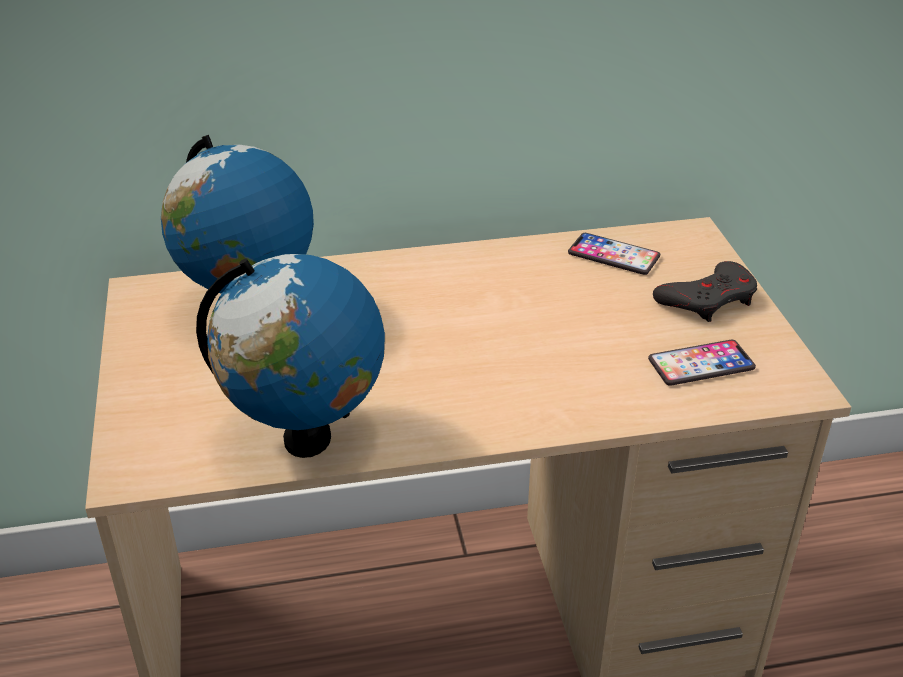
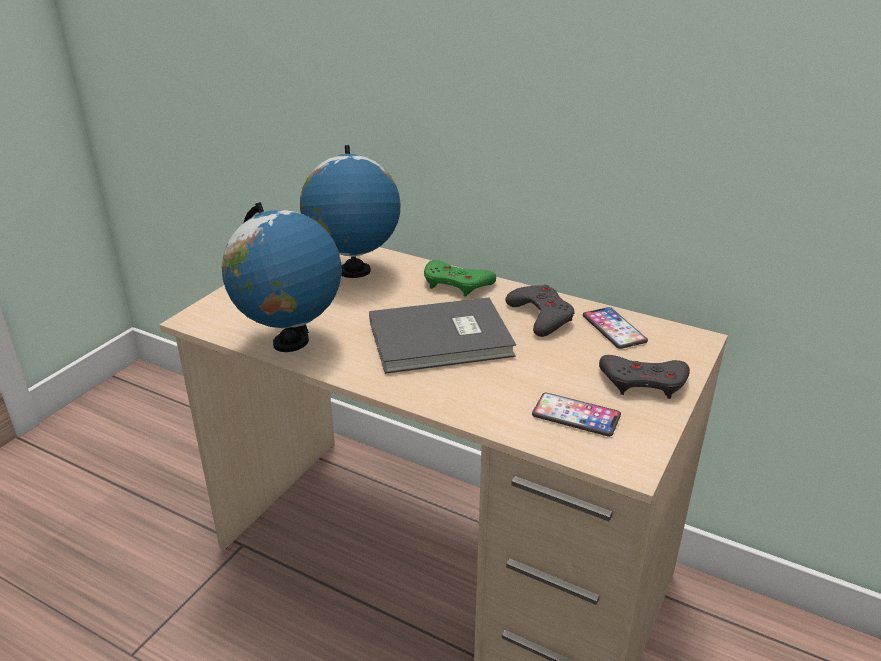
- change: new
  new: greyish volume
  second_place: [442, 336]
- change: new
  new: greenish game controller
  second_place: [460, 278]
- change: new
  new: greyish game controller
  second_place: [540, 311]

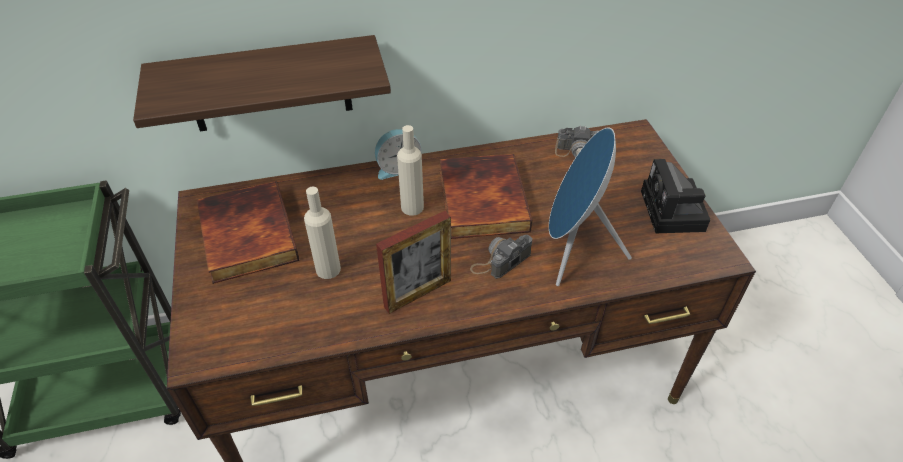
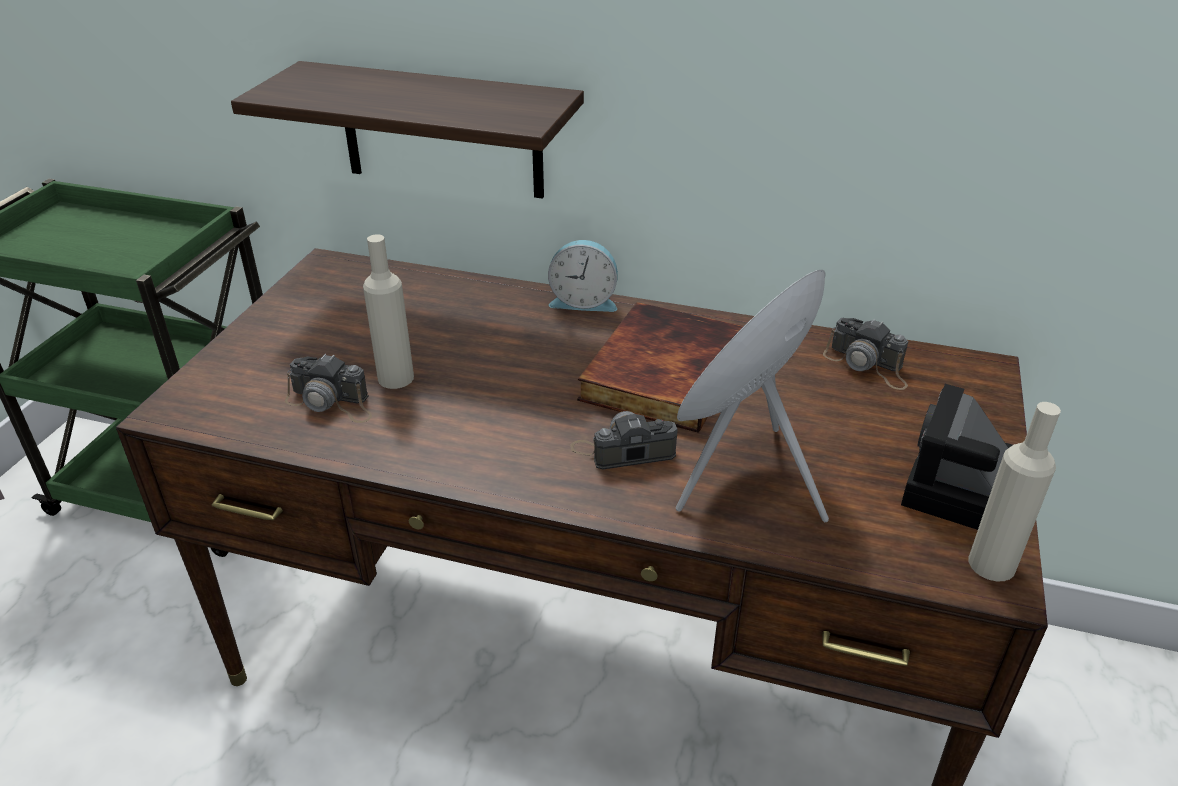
- change: gone
  old: volume
  first_place: [248, 232]
- change: gone
  old: picture frame
  first_place: [413, 262]
- change: new
  new: still camera
  second_place: [328, 388]
- change: shifted
  old: beige-coloured drink bottle
  first_place: [410, 170]
  second_place: [1014, 491]

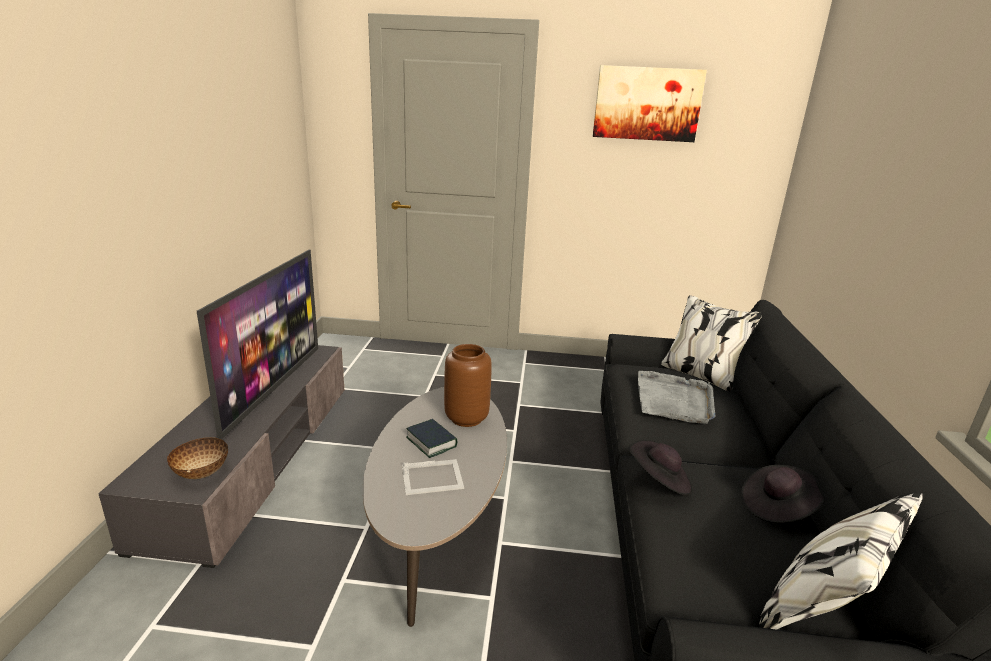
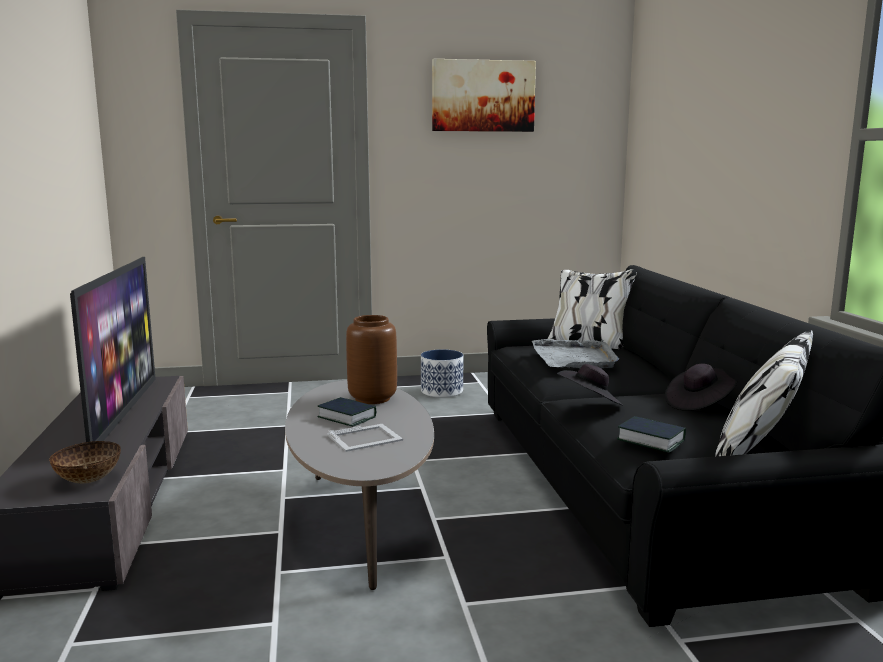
- change: new
  new: plant pot
  second_place: [442, 373]
- change: new
  new: volume
  second_place: [651, 434]

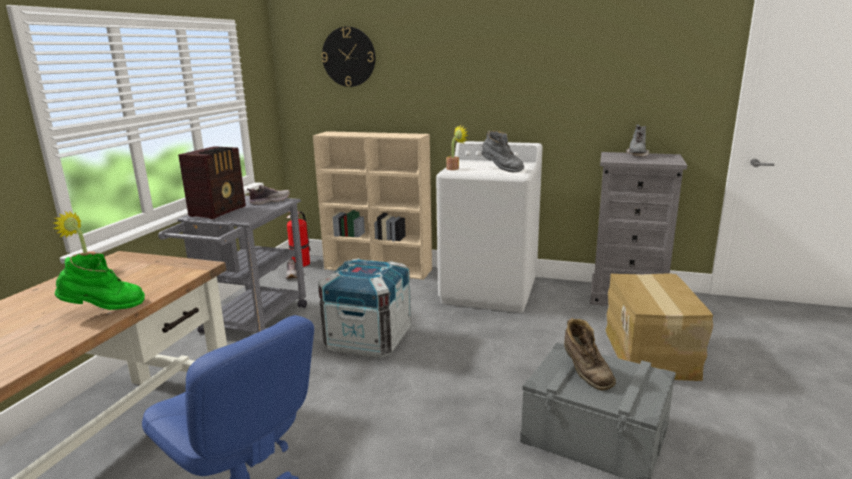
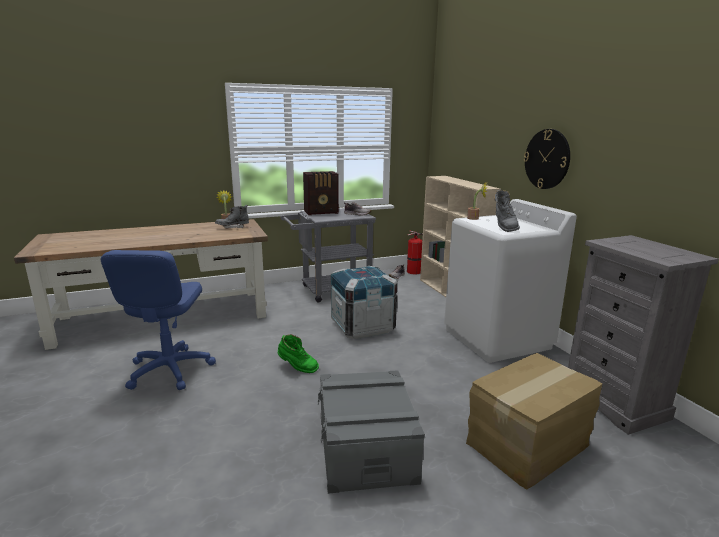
- change: gone
  old: brownish tall boot
  first_place: [590, 354]
- change: shifted
  old: greenish tall boot
  first_place: [100, 281]
  second_place: [298, 353]
- change: shifted
  old: hanging clock
  first_place: [348, 57]
  second_place: [547, 159]
- change: shifted
  old: greyish tall boot
  first_place: [637, 141]
  second_place: [232, 216]

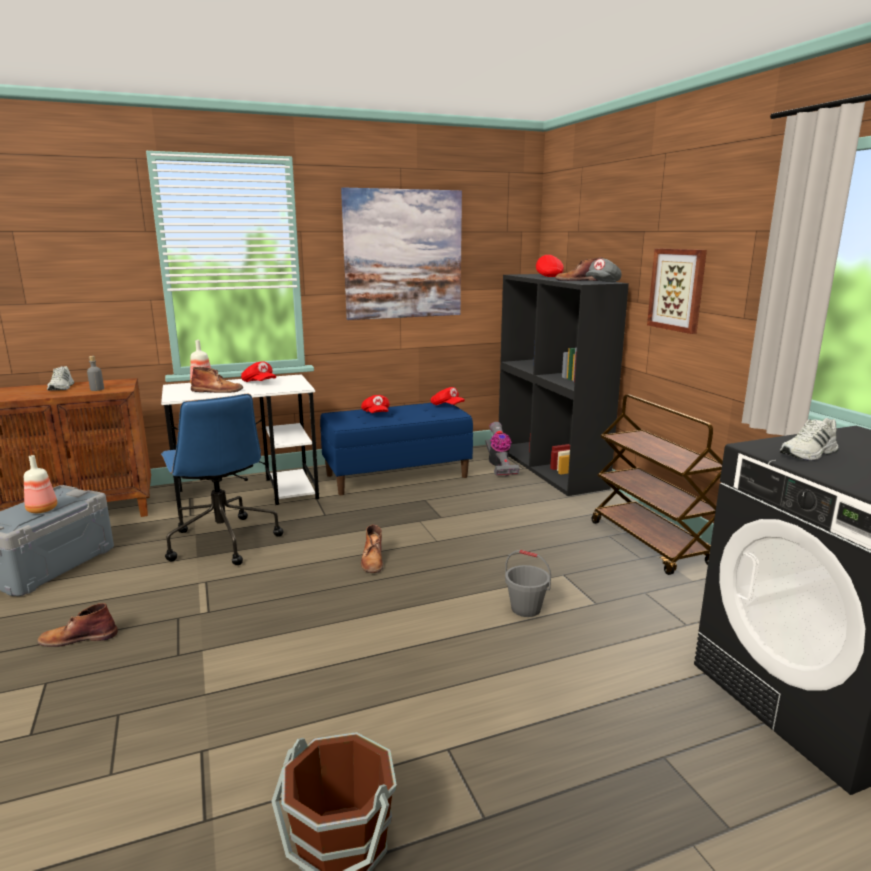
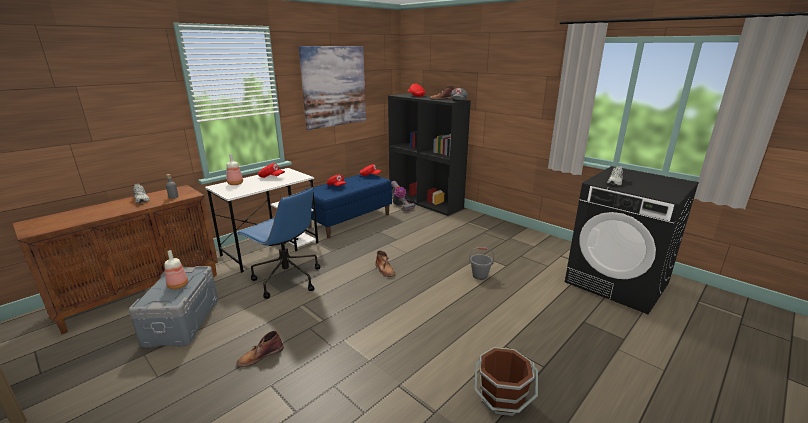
- change: gone
  old: brownish tall boot
  first_place: [217, 380]
- change: gone
  old: brownish wheeled cart
  first_place: [657, 484]
- change: gone
  old: wall picture
  first_place: [677, 291]

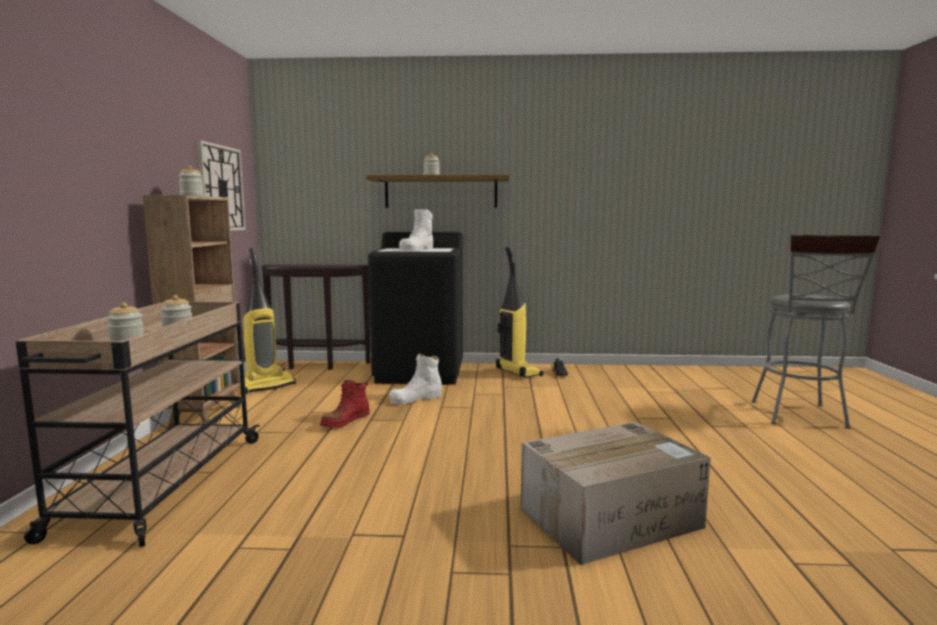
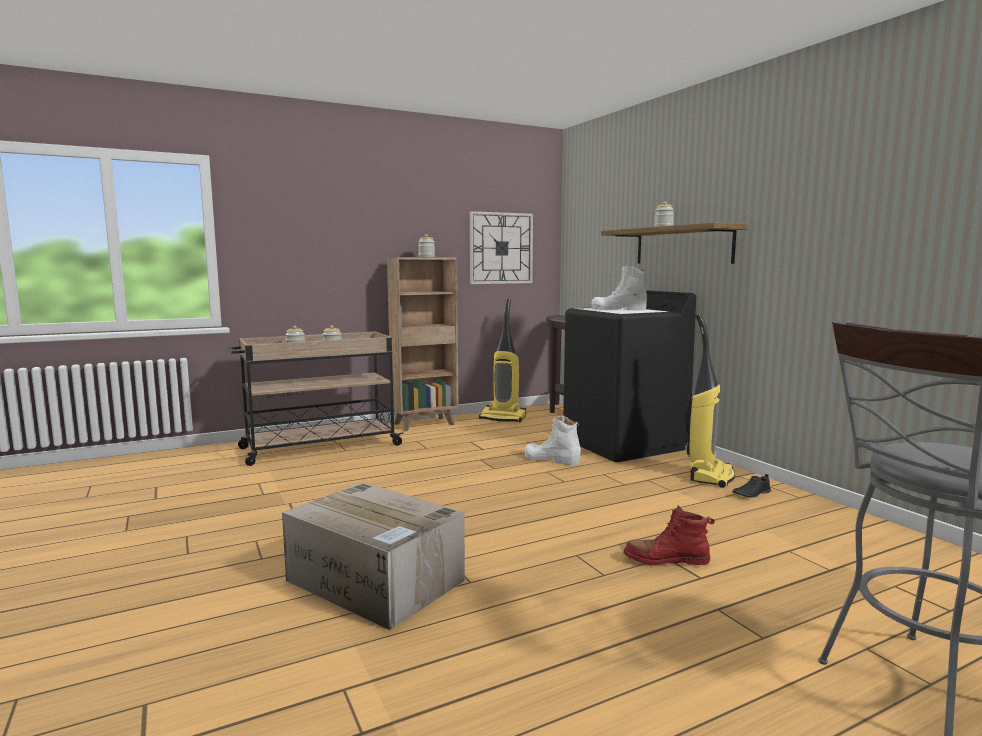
- change: shifted
  old: red-coloured tall boot
  first_place: [345, 404]
  second_place: [669, 535]

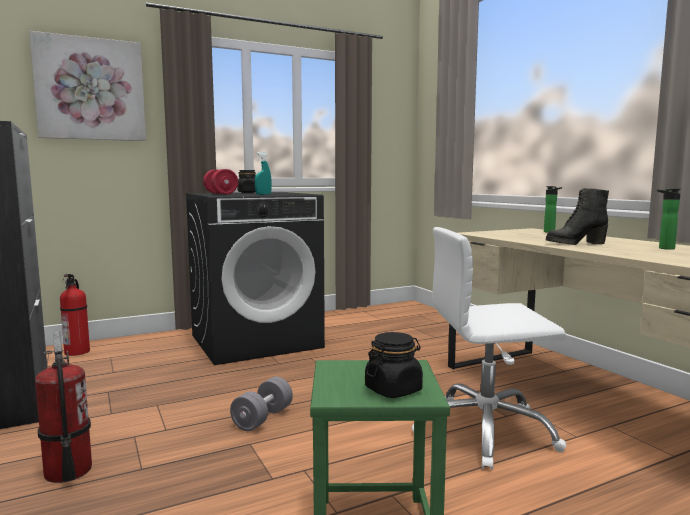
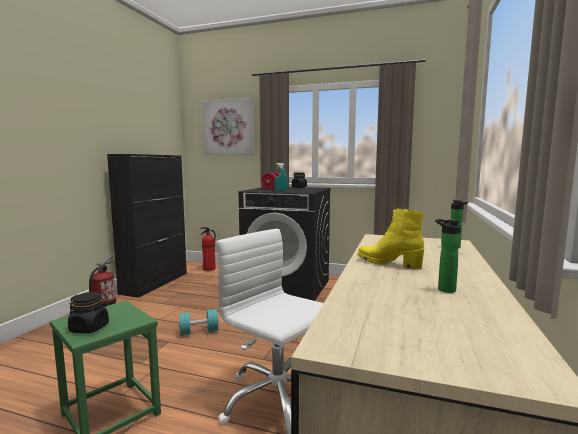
- change: repainted
  old: greyish hand weight
  new: turquoise hand weight
  first_place: [261, 404]
  second_place: [198, 322]
- change: repainted
  old: blackish tall boot
  new: yellow-coloured tall boot
  first_place: [577, 216]
  second_place: [390, 239]

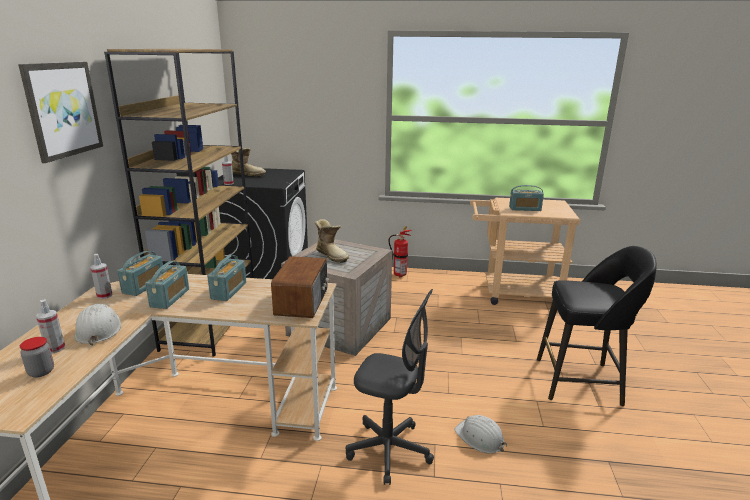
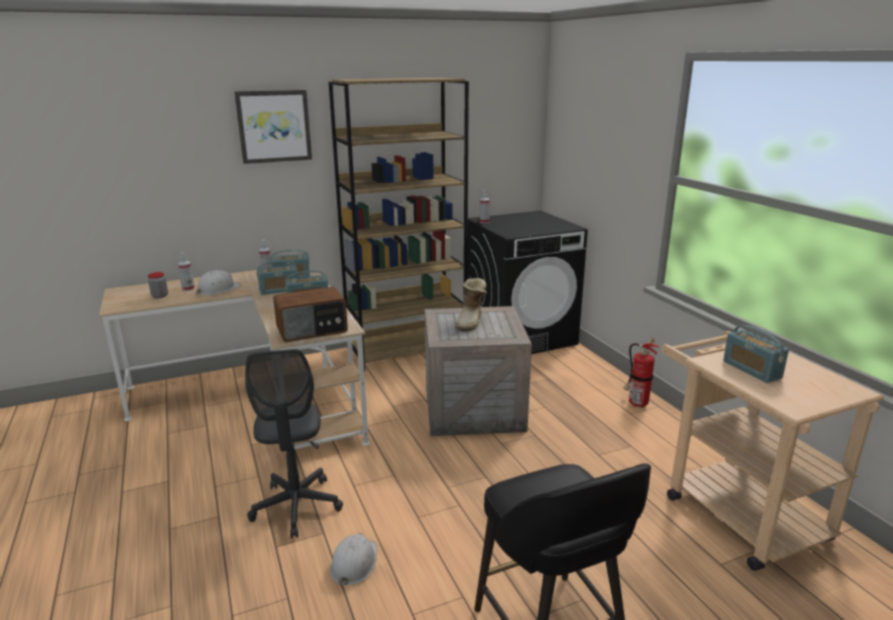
- change: gone
  old: tall boot
  first_place: [248, 162]

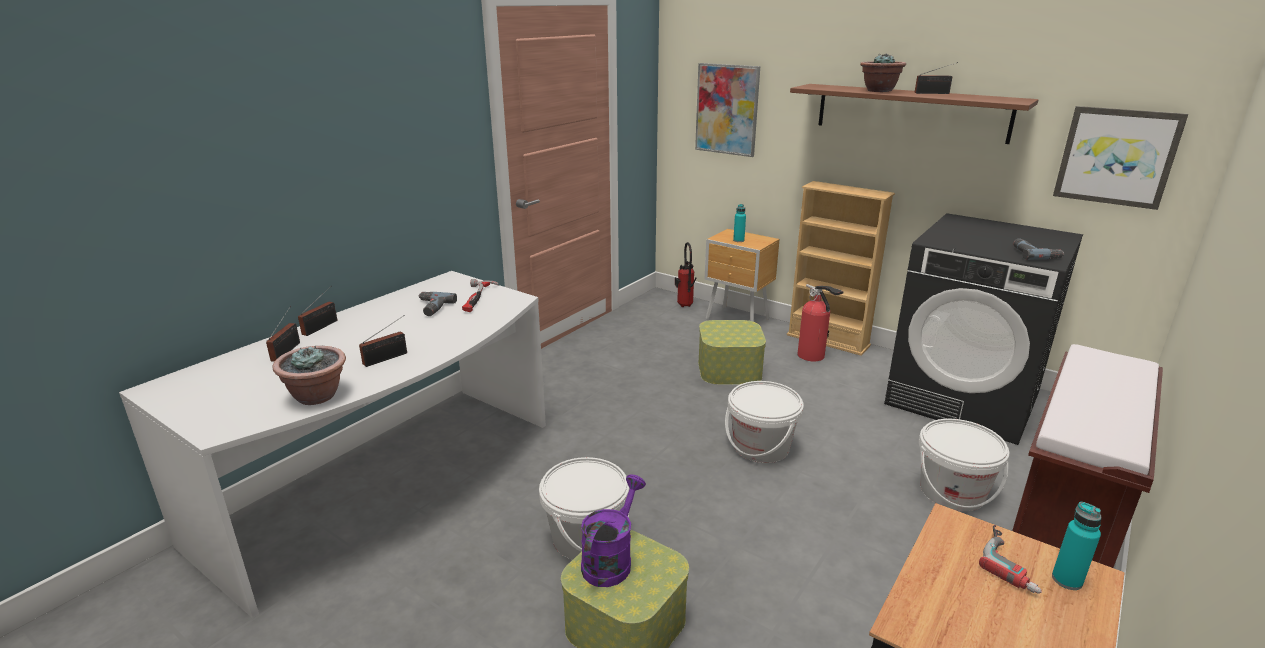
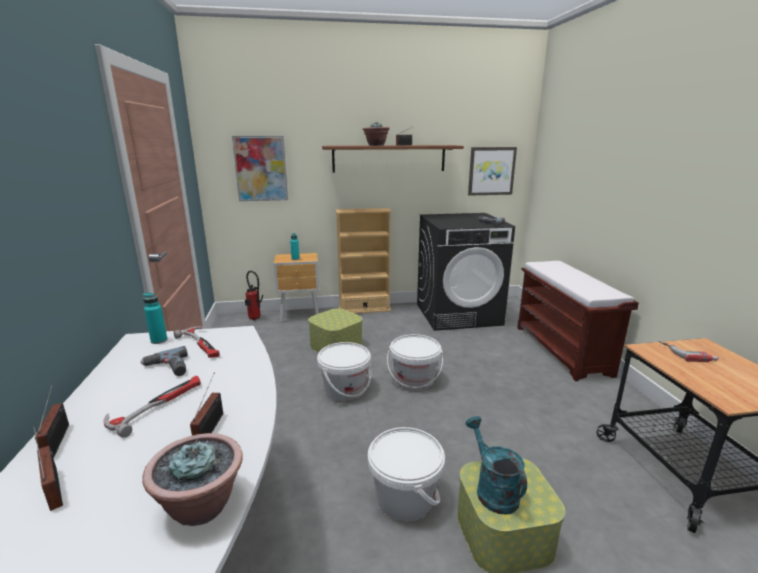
- change: gone
  old: fire extinguisher
  first_place: [820, 322]
- change: new
  new: hand hammer
  second_place: [152, 407]
- change: shifted
  old: whitish water bucket
  first_place: [964, 465]
  second_place: [344, 371]
- change: shifted
  old: turquoise drink bottle
  first_place: [1077, 546]
  second_place: [155, 318]
- change: repainted
  old: purple-coloured sprinkling can
  new: turquoise sprinkling can
  first_place: [613, 531]
  second_place: [496, 465]

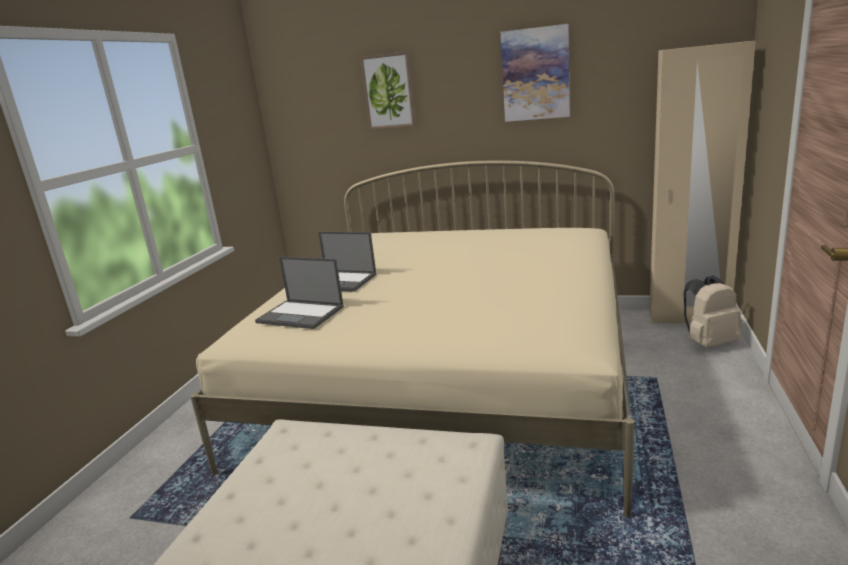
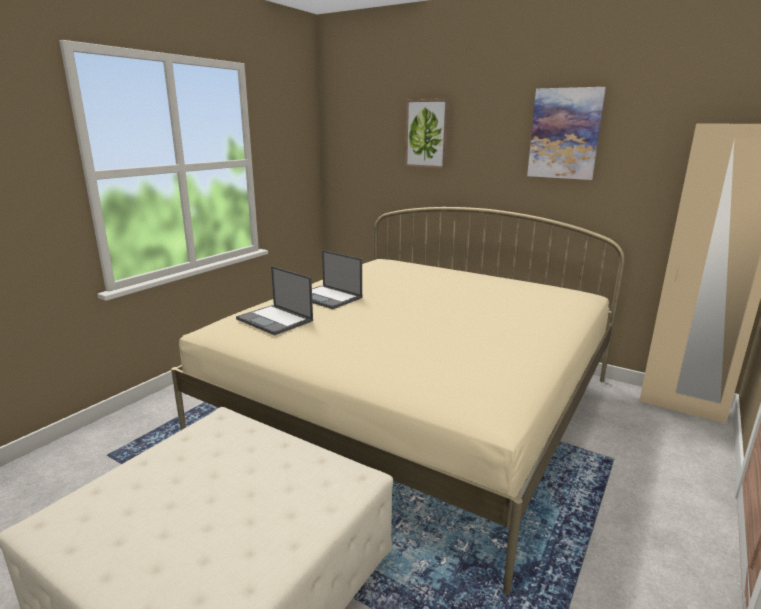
- change: gone
  old: beige-coloured rucksack
  first_place: [712, 312]

